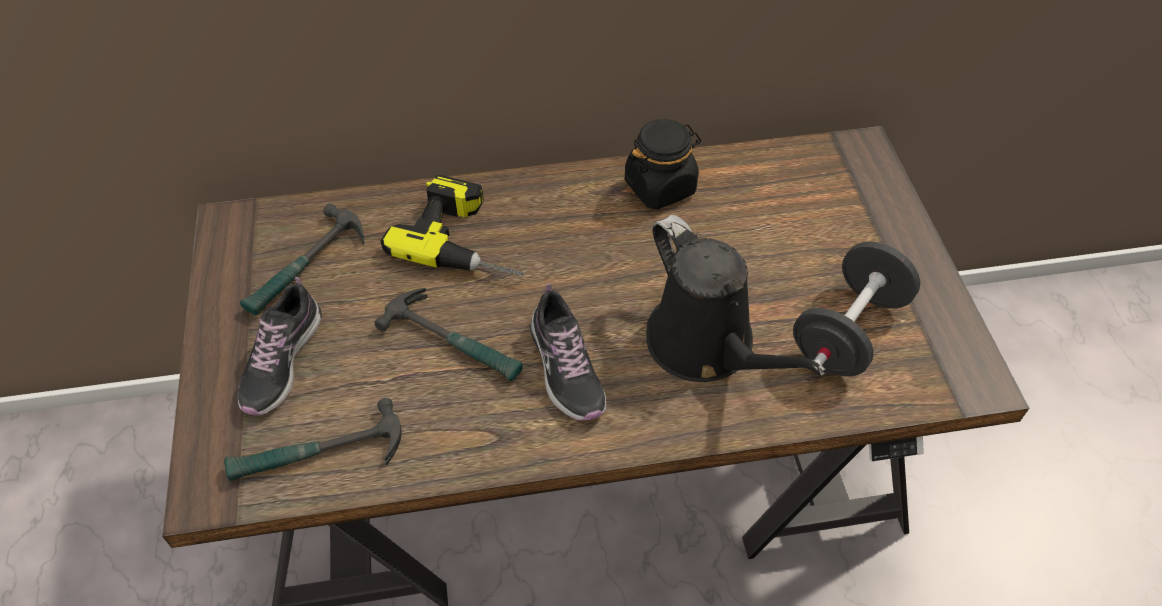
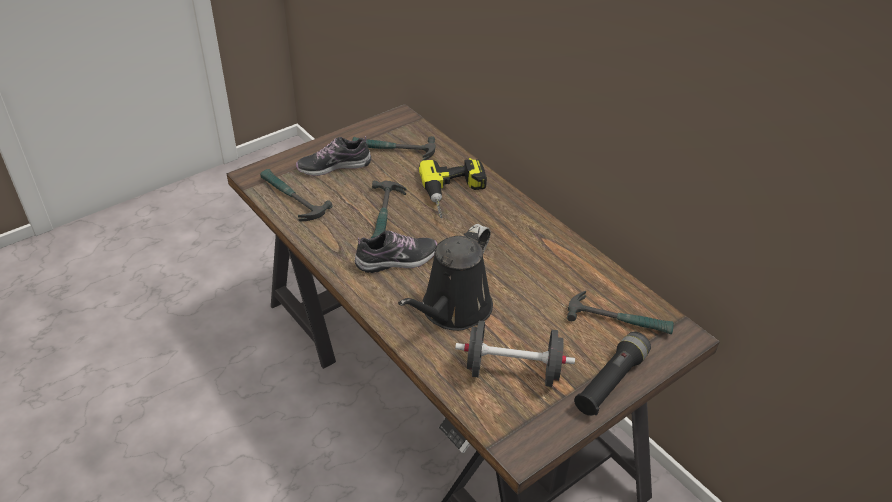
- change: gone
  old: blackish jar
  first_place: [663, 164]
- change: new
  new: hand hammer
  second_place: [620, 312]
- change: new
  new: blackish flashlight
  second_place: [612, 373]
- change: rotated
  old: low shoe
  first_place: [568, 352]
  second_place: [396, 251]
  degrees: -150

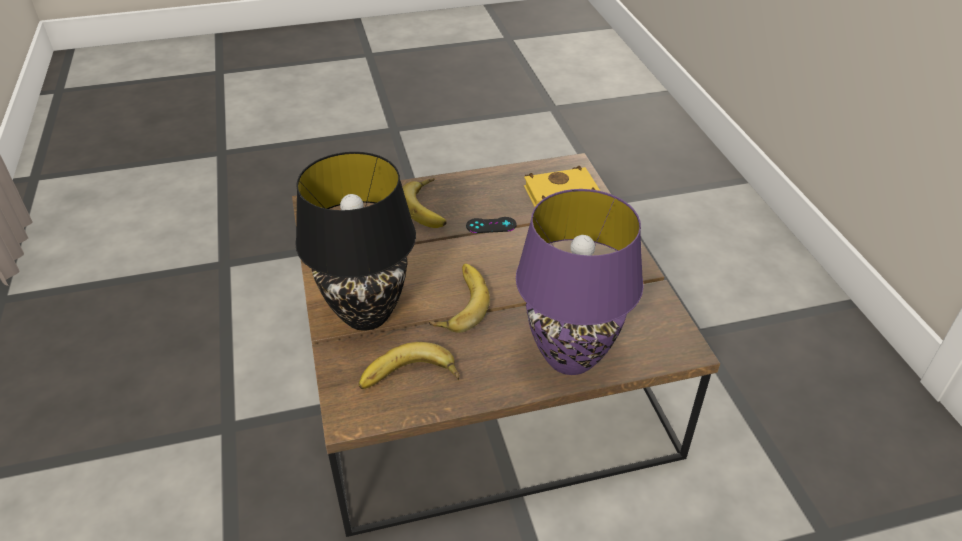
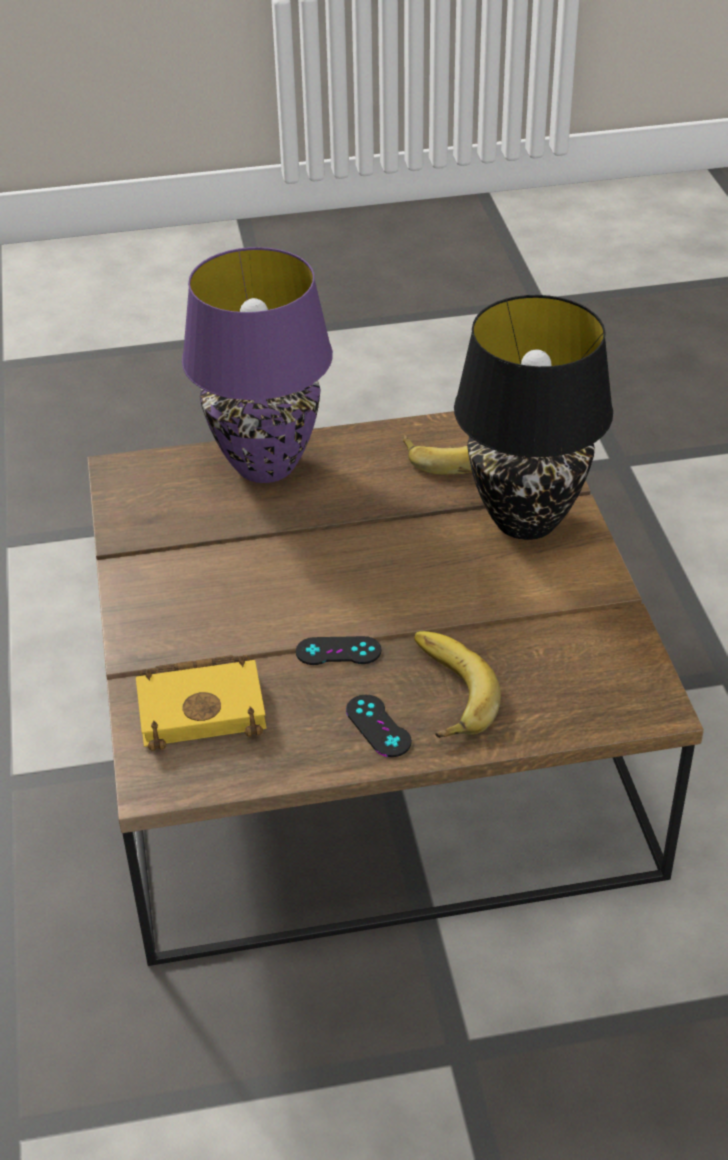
- change: gone
  old: banana
  first_place: [459, 298]
- change: new
  new: blackish game controller
  second_place: [379, 726]

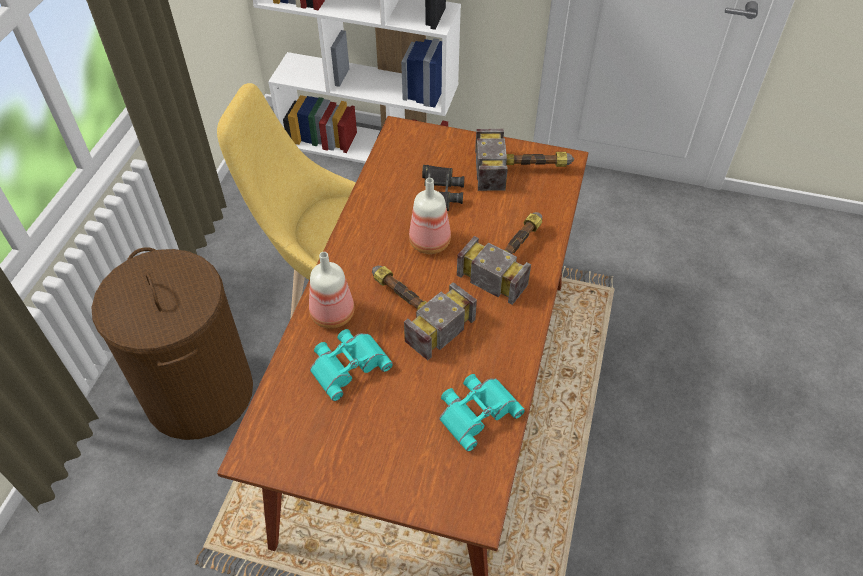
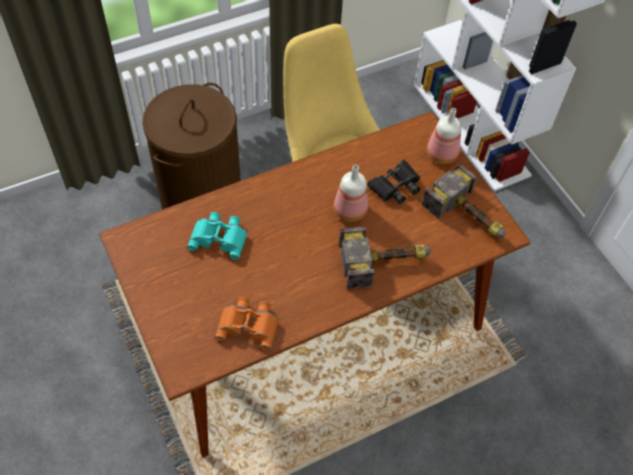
- change: gone
  old: hand hammer
  first_place: [424, 312]
- change: shifted
  old: drink bottle
  first_place: [331, 290]
  second_place: [444, 136]
- change: repainted
  old: turquoise binoculars
  new: orangey binoculars
  first_place: [482, 413]
  second_place: [247, 323]

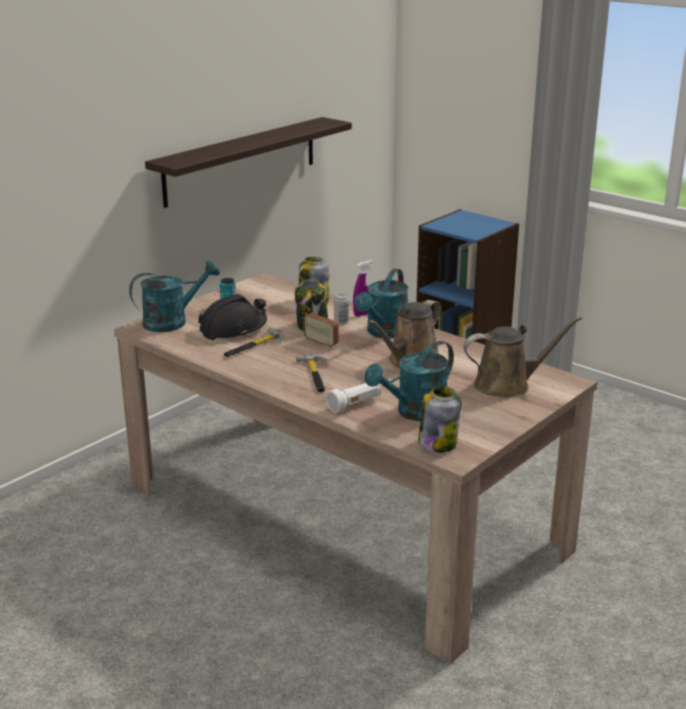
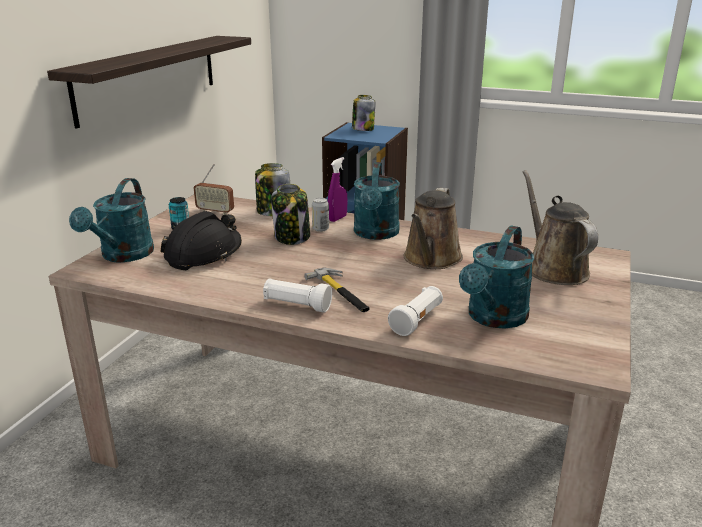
- change: gone
  old: hand hammer
  first_place: [254, 342]
- change: new
  new: whitish flashlight
  second_place: [297, 295]
- change: shifted
  old: radio
  first_place: [321, 322]
  second_place: [214, 189]
- change: shifted
  old: jar
  first_place: [440, 419]
  second_place: [364, 113]
- change: rotated
  old: turquoise sprinkling can
  first_place: [174, 296]
  second_place: [111, 220]
  degrees: 150
- change: rotated
  old: brownish sprinkling can
  first_place: [522, 357]
  second_place: [560, 227]
  degrees: -75

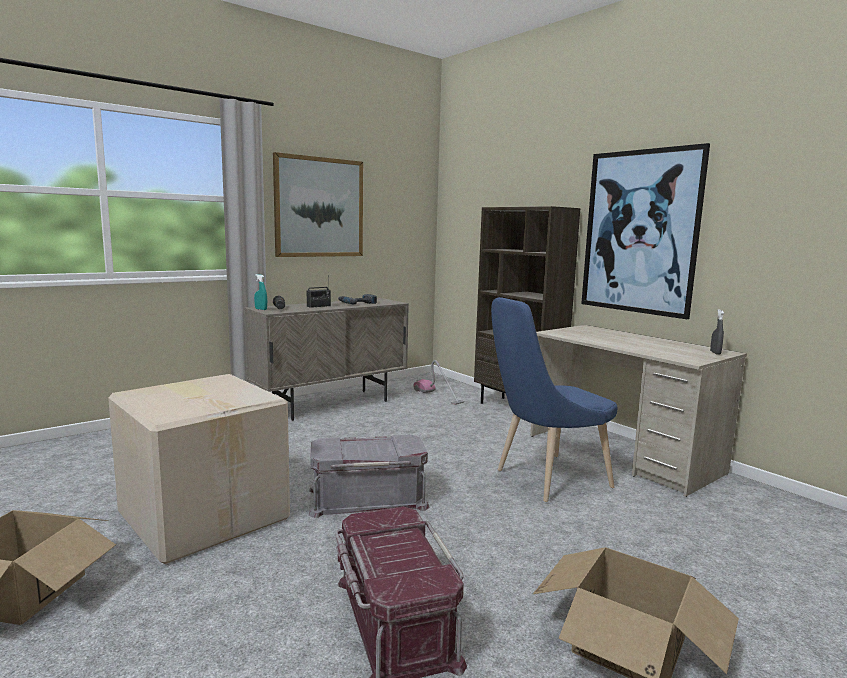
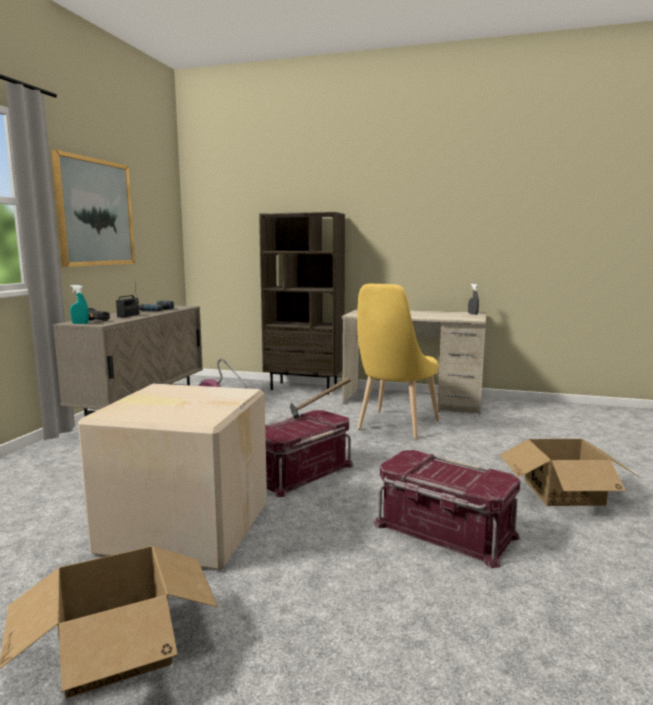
- change: gone
  old: wall picture
  first_place: [645, 231]
- change: new
  new: hand hammer
  second_place: [320, 398]
- change: repainted
  old: greyish storage box
  new: red-coloured storage box
  first_place: [369, 476]
  second_place: [309, 453]
- change: repainted
  old: blue-coloured plain chair
  new: yellow-coloured plain chair
  first_place: [554, 399]
  second_place: [398, 361]

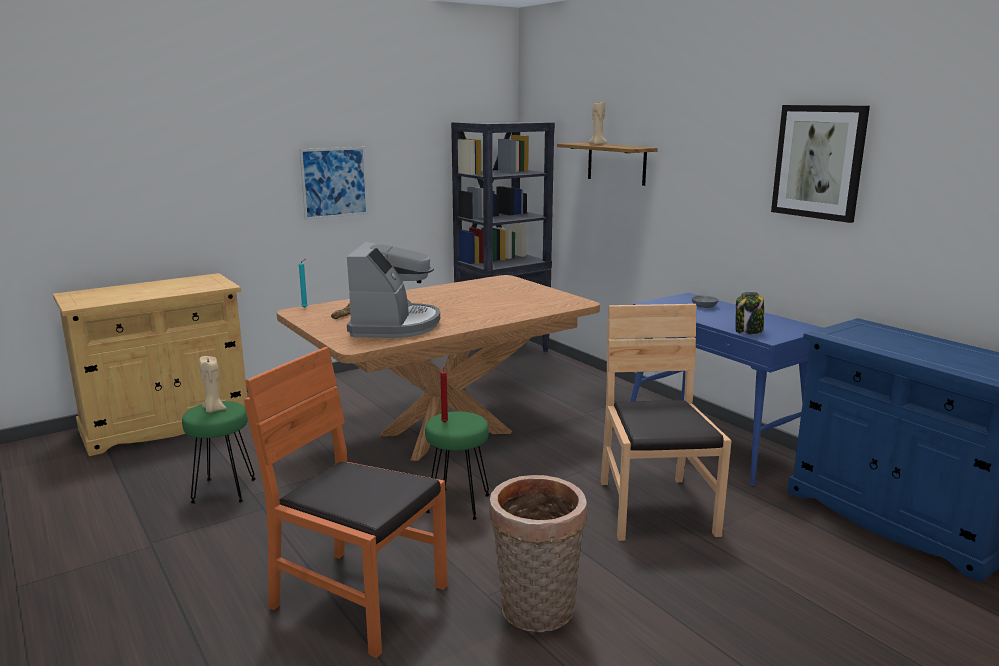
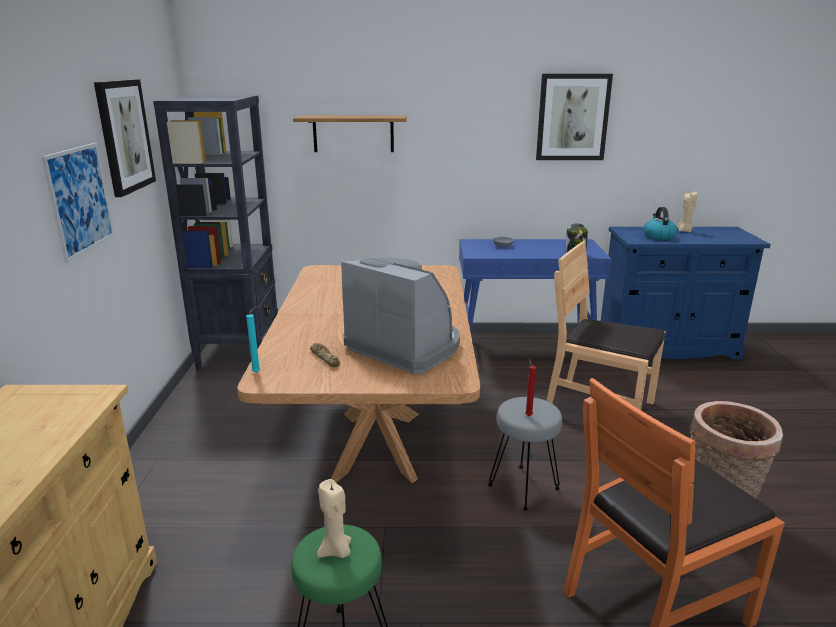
- change: new
  new: wall picture
  second_place: [125, 138]
- change: new
  new: tea kettle
  second_place: [660, 223]
- change: shifted
  old: beige-coloured wax light
  first_place: [597, 123]
  second_place: [687, 212]
- change: repainted
  old: greenish stool
  new: greyish stool
  first_place: [457, 465]
  second_place: [525, 453]

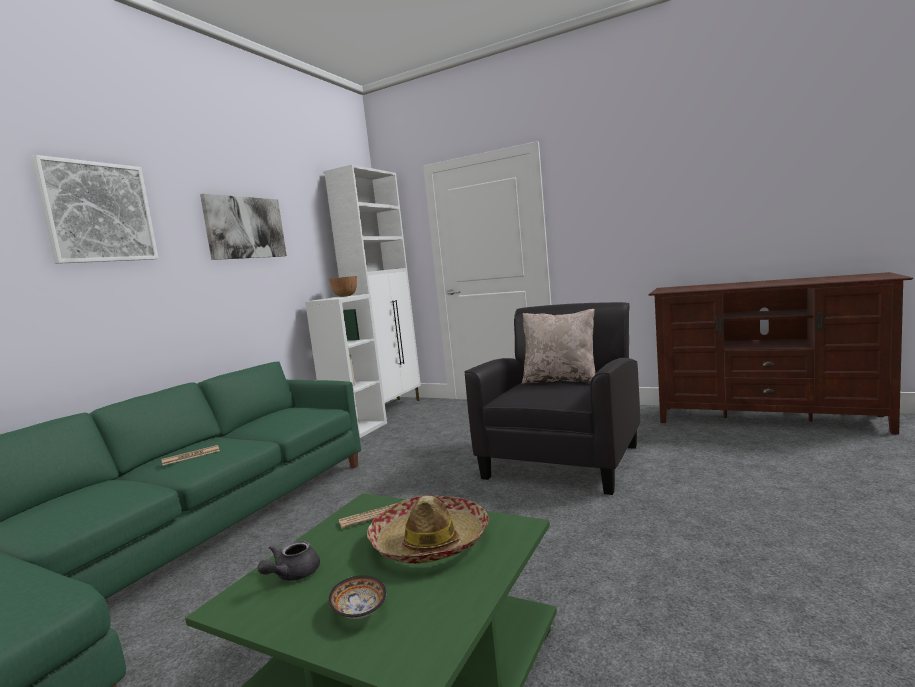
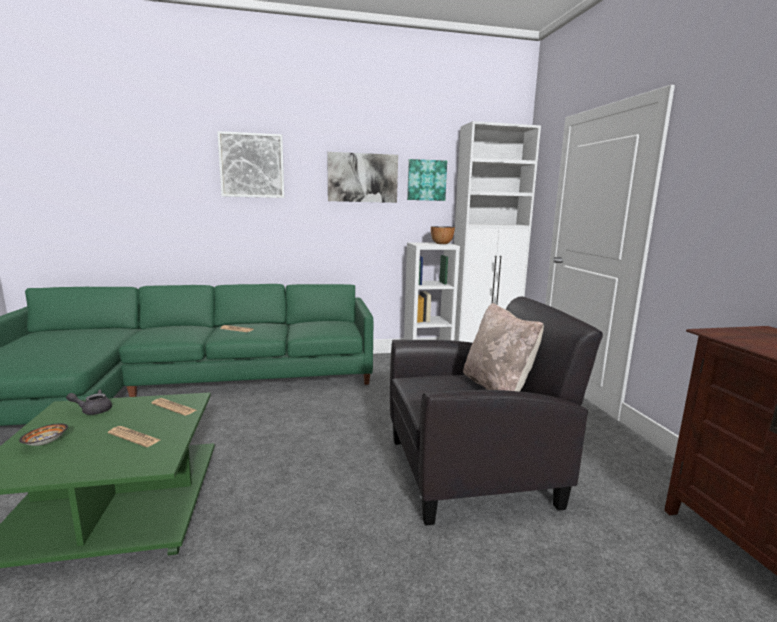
- change: new
  new: wall picture
  second_place: [427, 180]
- change: swapped
  old: wearable hat
  new: printed paper
  first_place: [428, 529]
  second_place: [134, 436]

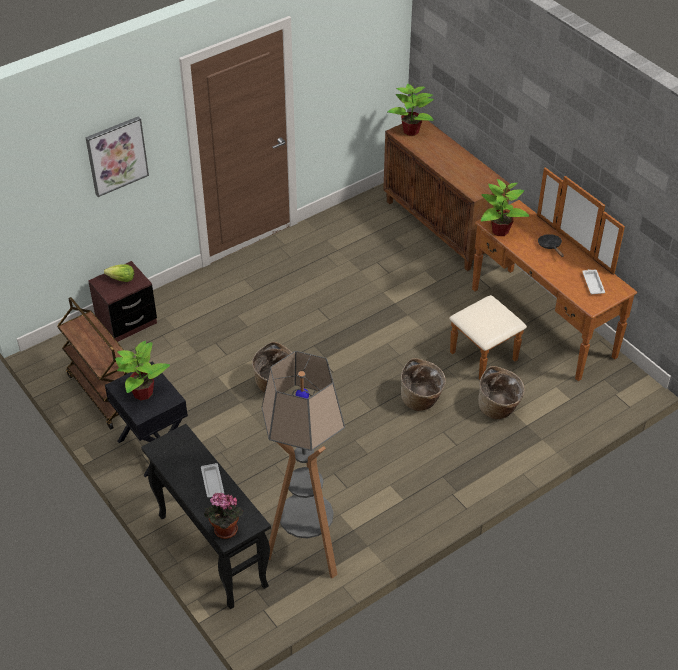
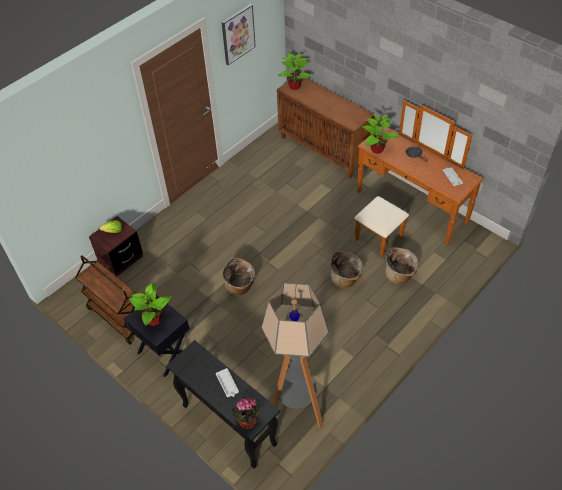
- change: shifted
  old: wall picture
  first_place: [117, 156]
  second_place: [239, 34]

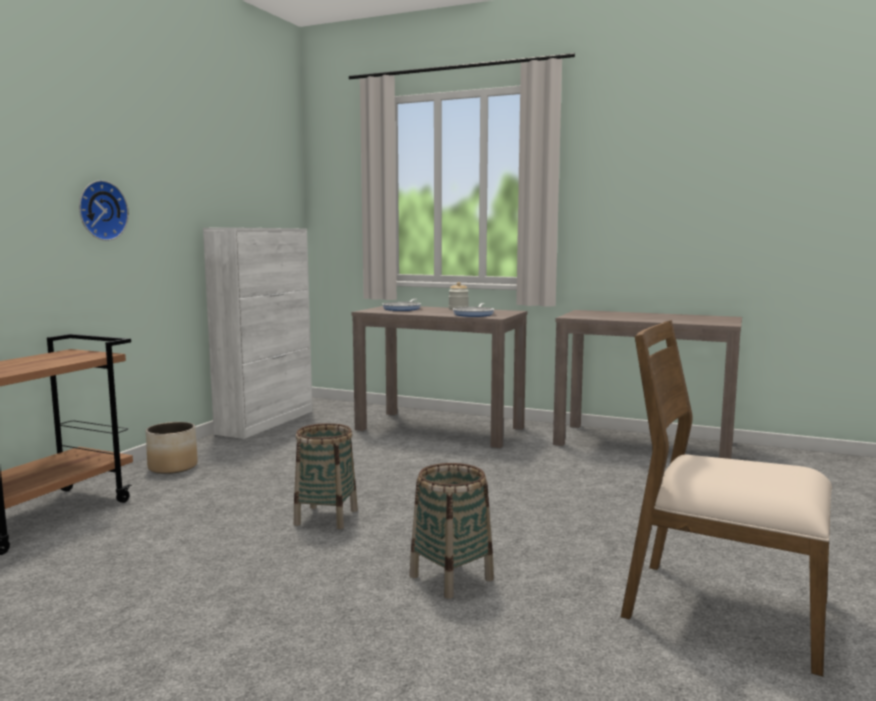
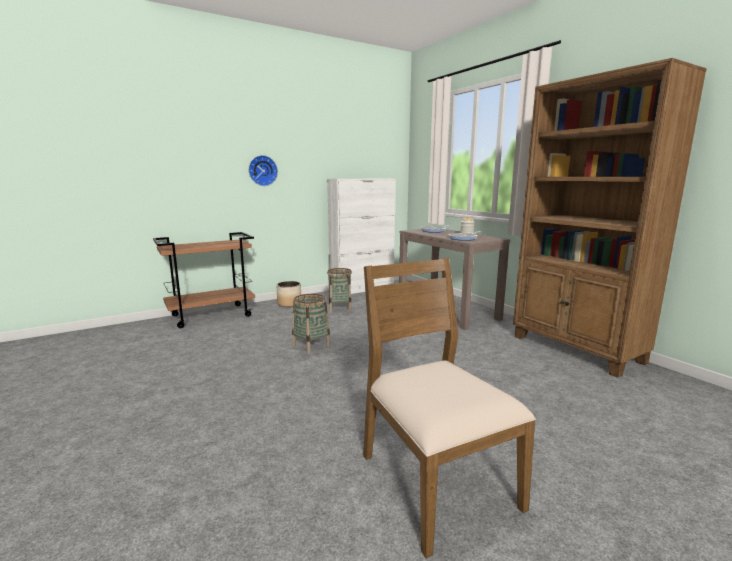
- change: shifted
  old: basket
  first_place: [451, 531]
  second_place: [339, 290]
- change: swapped
  old: brownish console table
  new: brownish bookcase
  first_place: [647, 384]
  second_place: [610, 218]

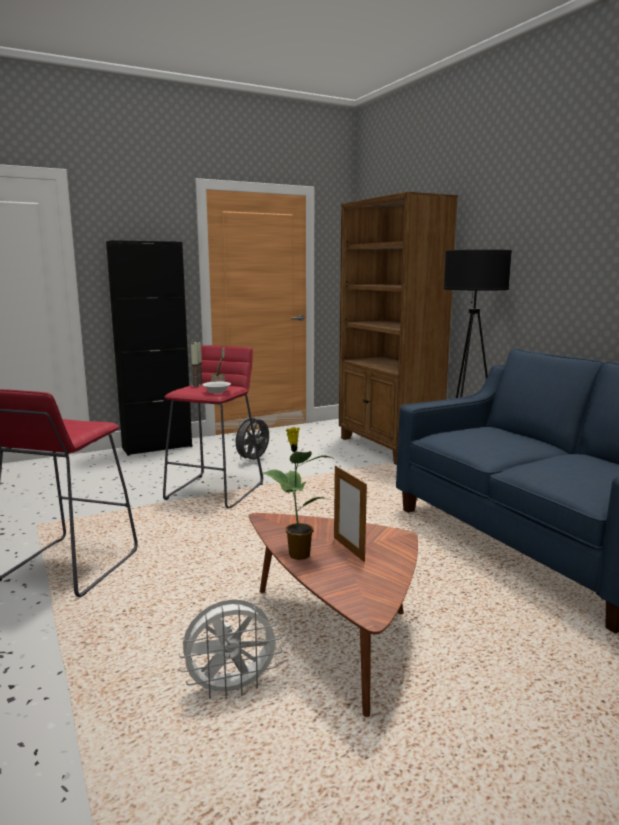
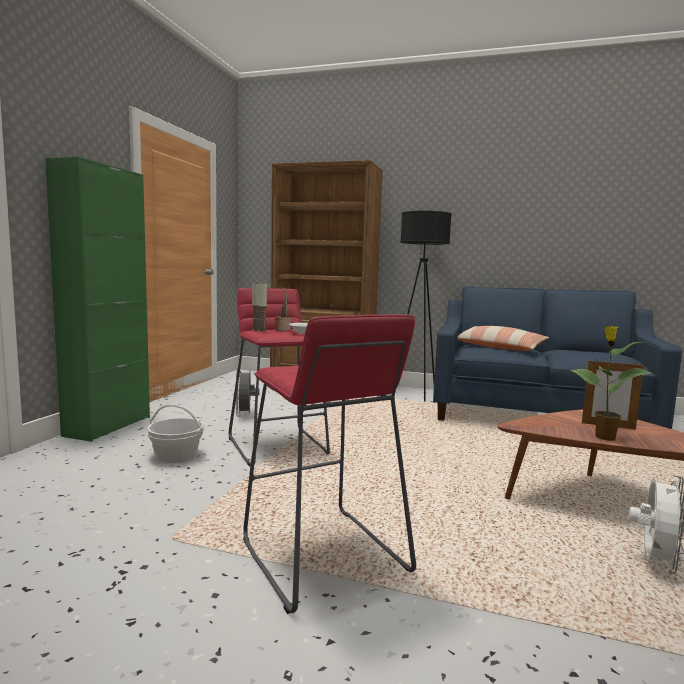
- change: new
  new: basket
  second_place: [175, 433]
- change: new
  new: cushion
  second_place: [503, 338]
- change: repainted
  old: blackish cupboard
  new: greenish cupboard
  first_place: [149, 348]
  second_place: [97, 299]

